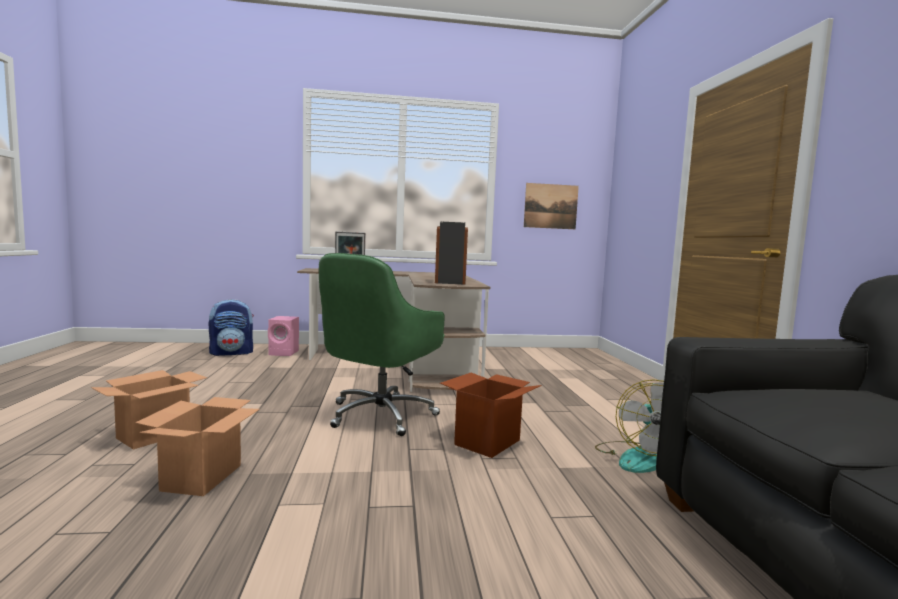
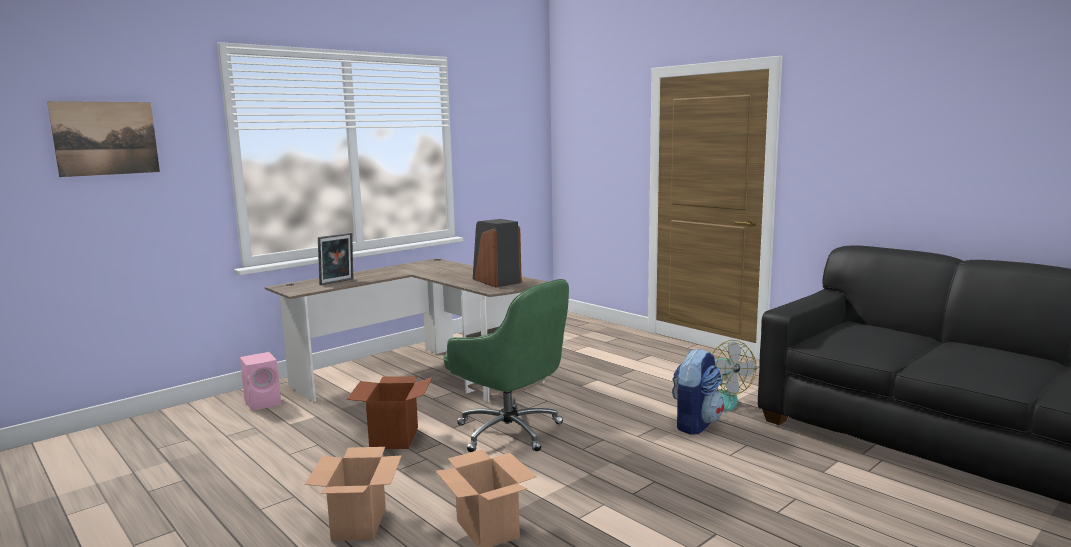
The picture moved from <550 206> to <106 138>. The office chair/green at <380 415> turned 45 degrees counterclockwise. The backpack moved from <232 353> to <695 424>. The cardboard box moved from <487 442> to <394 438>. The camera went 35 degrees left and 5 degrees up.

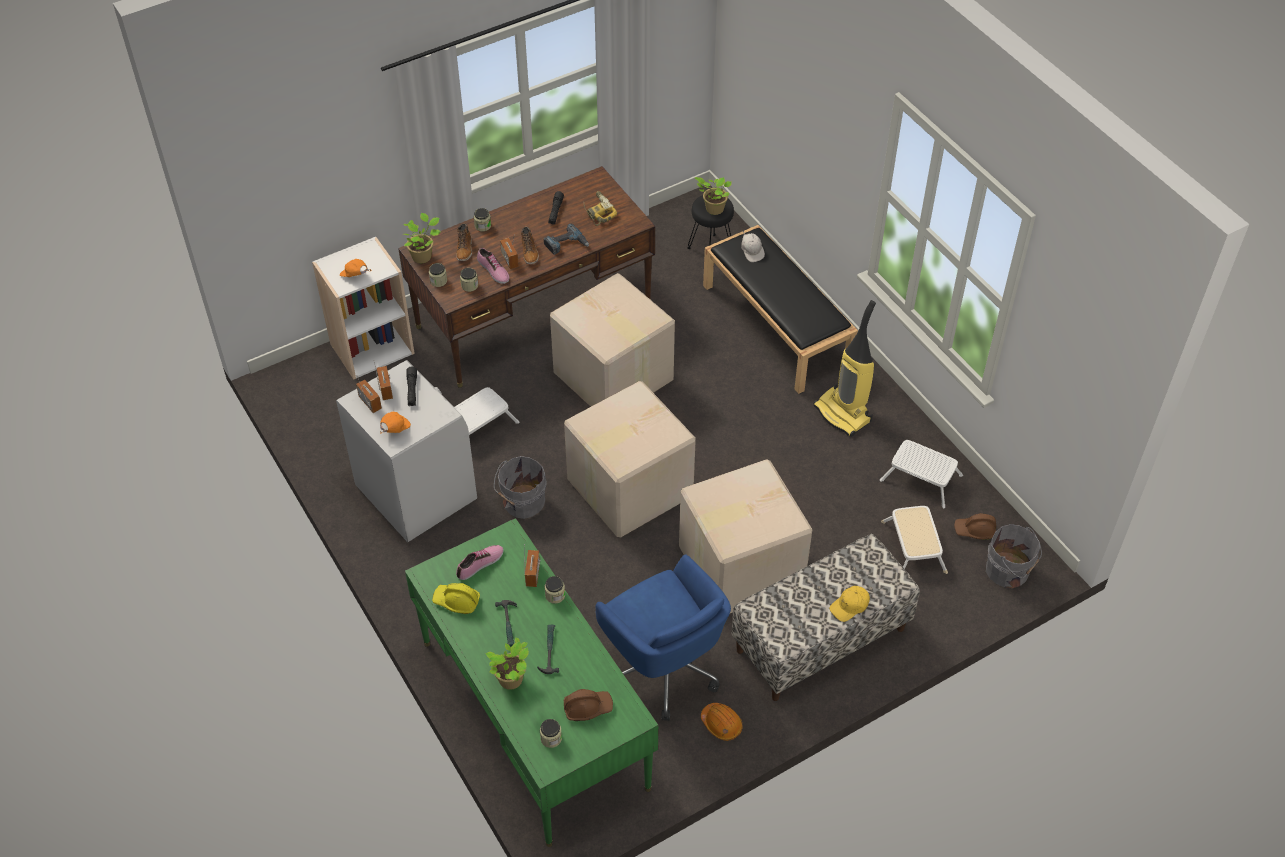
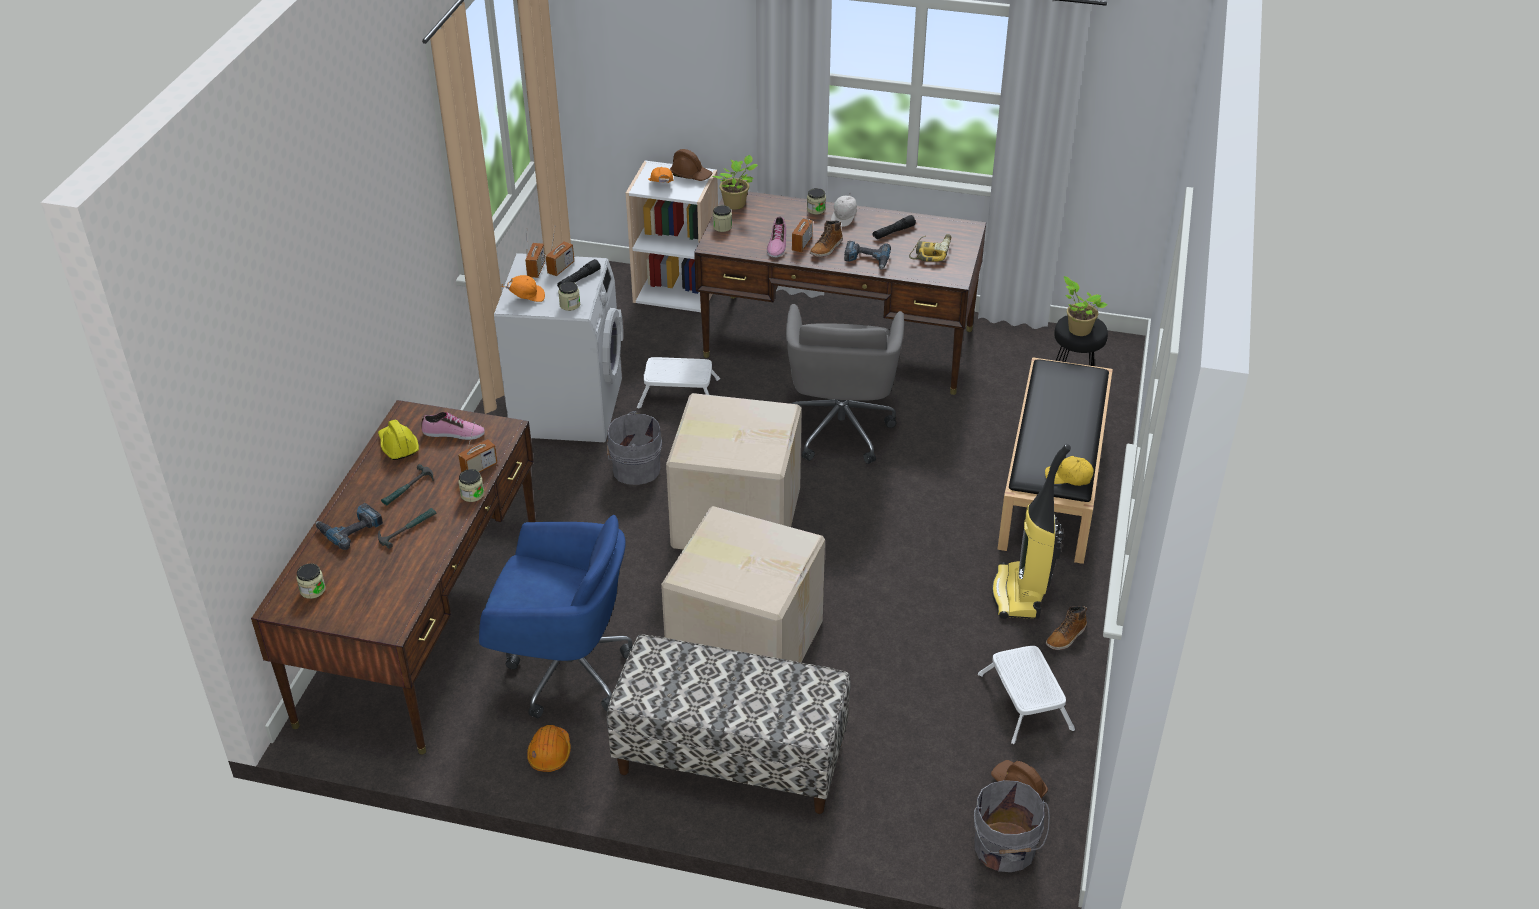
The boot moved from <464 249> to <1066 637>. The cap/white moved from <752 252> to <844 218>. The jar moved from <469 285> to <570 305>. The cardboard box at <613 378> was replaced by the office chair/grey at <840 429>. The step ladder/beige at <914 547> disappeared. The desk/green at <534 714> became the desk/brown at <421 625>. The office chair/blue at <663 670> turned 90 degrees counterclockwise. The cap/yellow moved from <850 606> to <1069 477>. The potted plant at <512 681> was replaced by the power drill at <350 528>. The hard hat/brown moved from <587 707> to <691 175>. The camera went 45 degrees right and 10 degrees down.

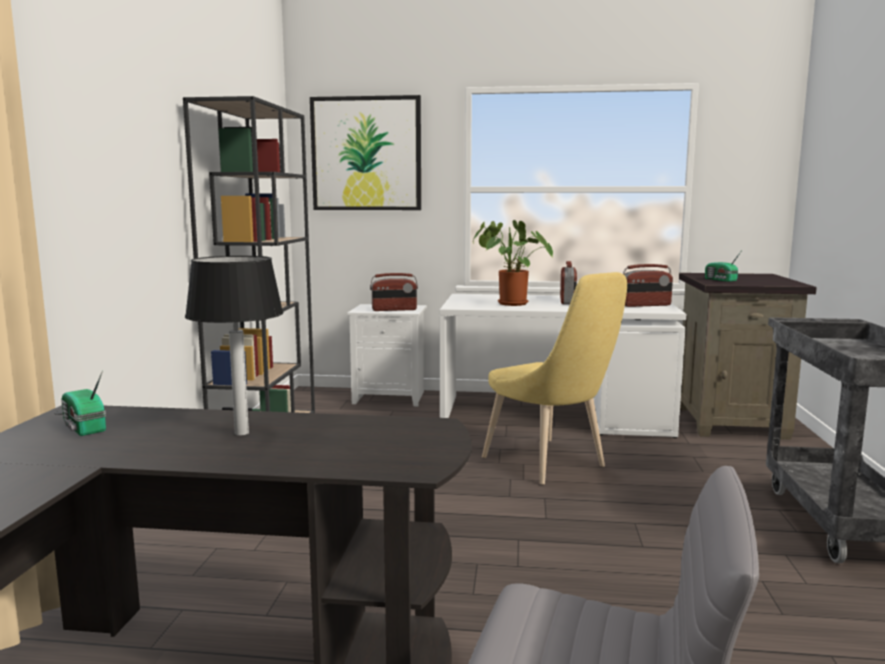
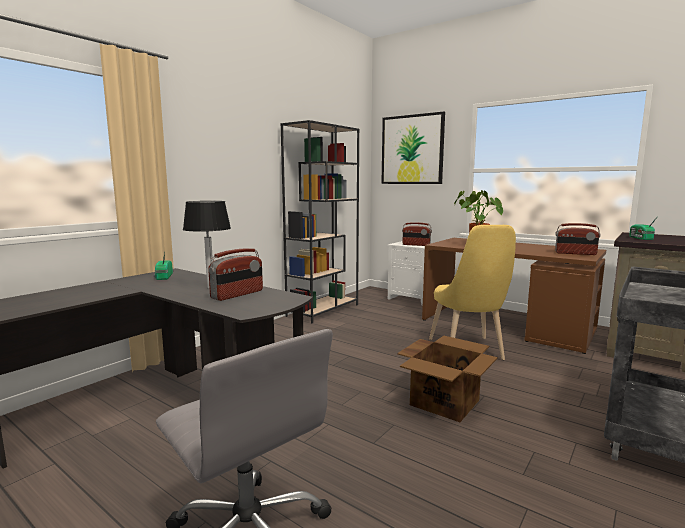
The radio moved from <568 301> to <237 294>. The desk/white at <554 416> became the desk/brown at <506 325>. The cardboard box at <445 402> appeared. The camera went 30 degrees right and 0 degrees up.

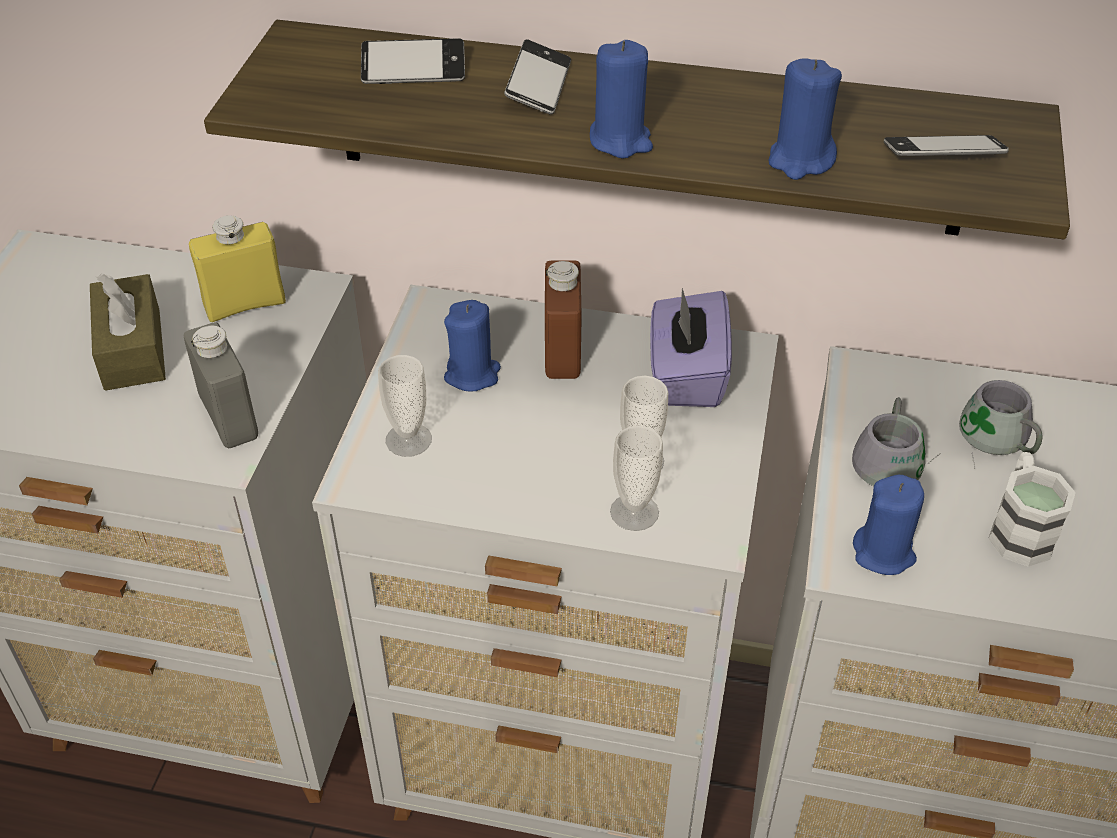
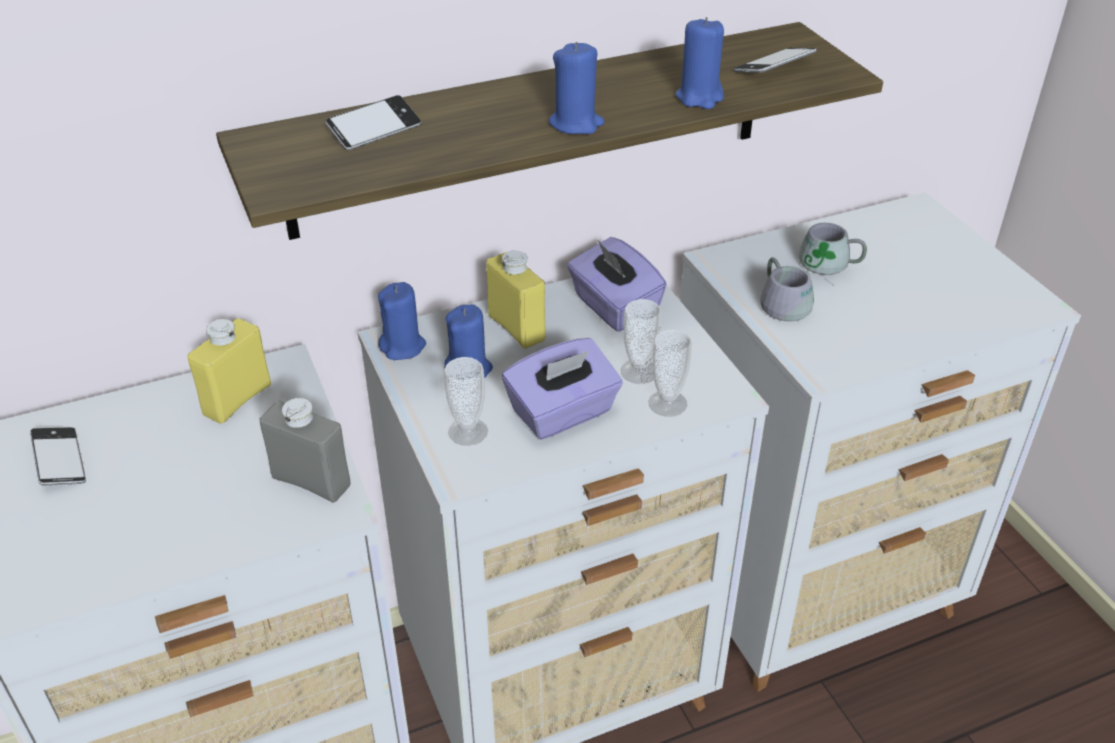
The phone moved from <538 85> to <60 461>. The bottle/brown at <562 351> became the bottle/yellow at <516 328>. The tissue box/brown at <132 349> disappeared. The mug/white at <1018 528> disappeared. The candle/blue moved from <884 553> to <403 347>. The tissue box/purple at <563 413> appeared. The camera went 35 degrees left and 5 degrees down.

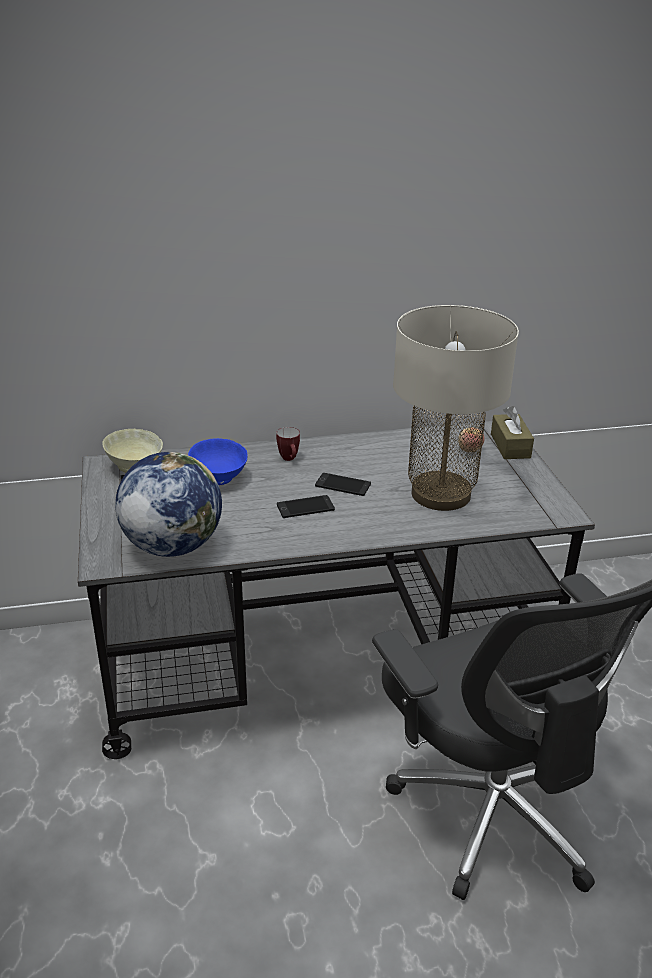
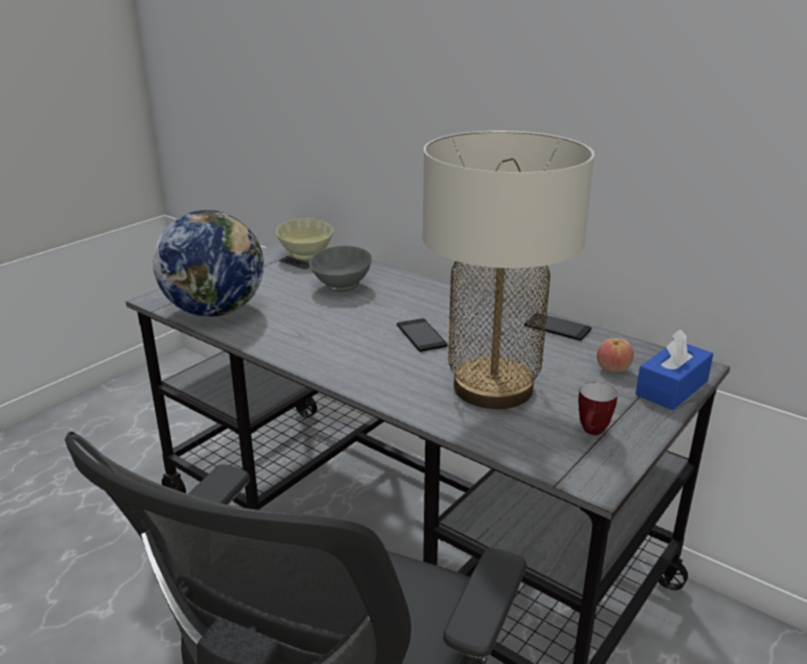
The tissue box/brown at <510 446> became the tissue box/blue at <671 388>. The mug moved from <290 459> to <592 433>. The bowl/blue at <218 479> became the bowl/grey at <340 286>. The phone moved from <305 507> to <557 327>. The camera went 50 degrees right and 5 degrees down.

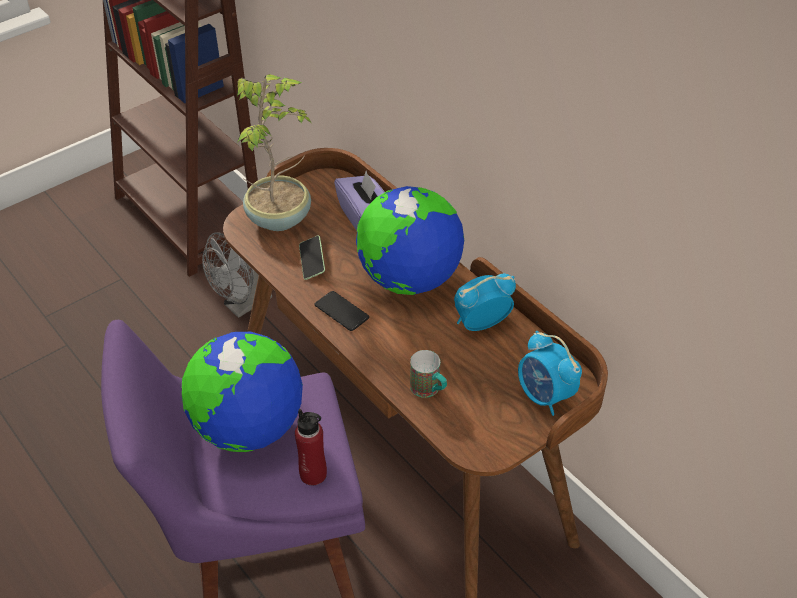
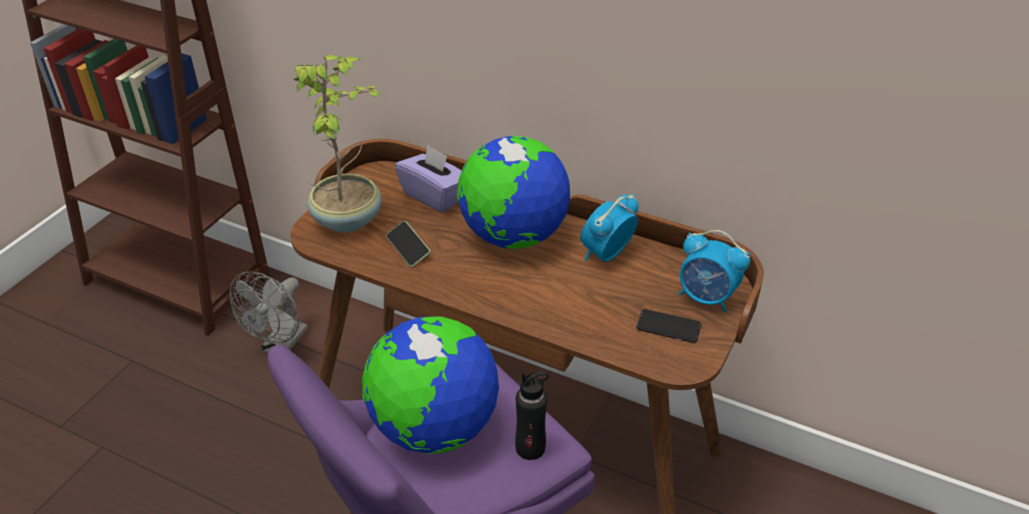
The phone moved from <341 311> to <668 327>. The mug at <429 390> disappeared. The bottle/red at <313 474> became the bottle/black at <530 448>. The camera went 25 degrees left and 5 degrees down.

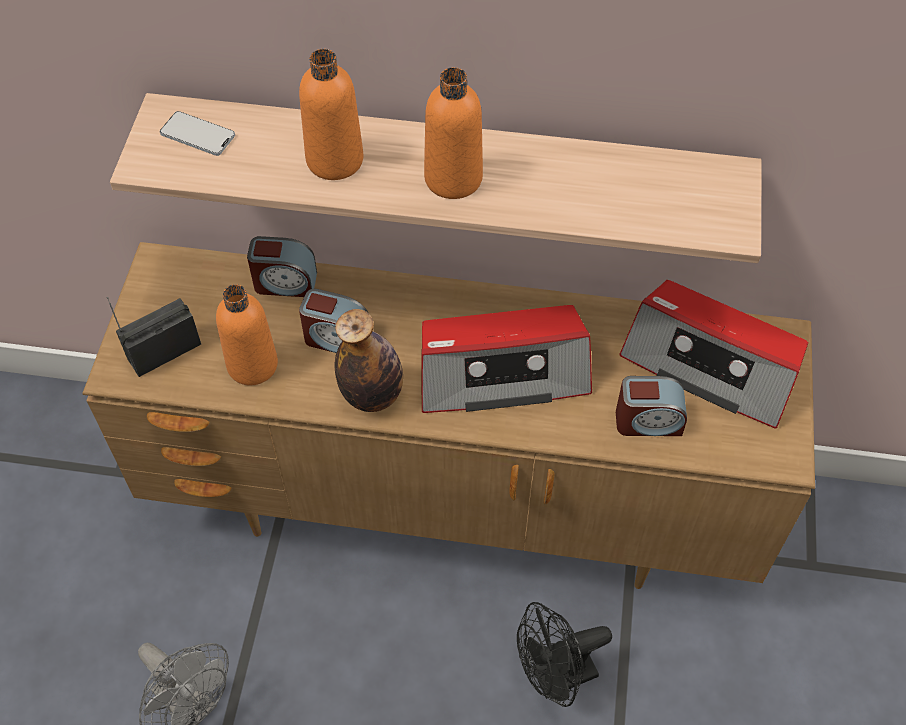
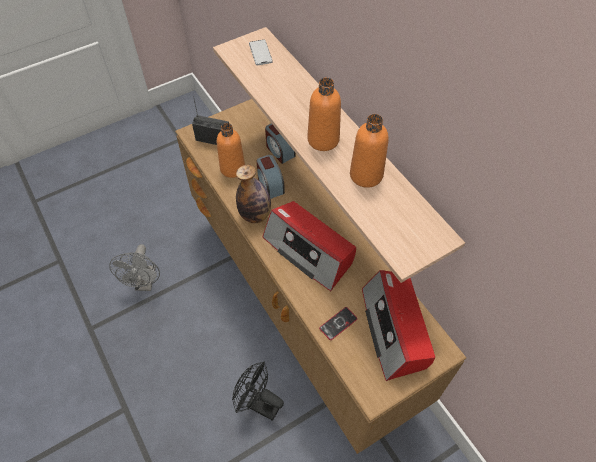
The bottle/orange moved from <335 160> to <366 175>. The alarm clock at <648 421> was replaced by the phone at <338 323>. The camera went 50 degrees right and 0 degrees up.

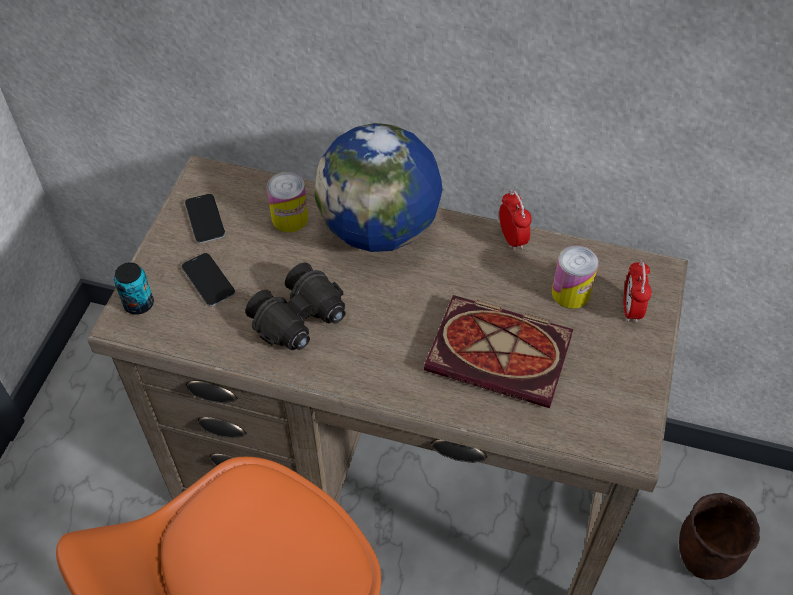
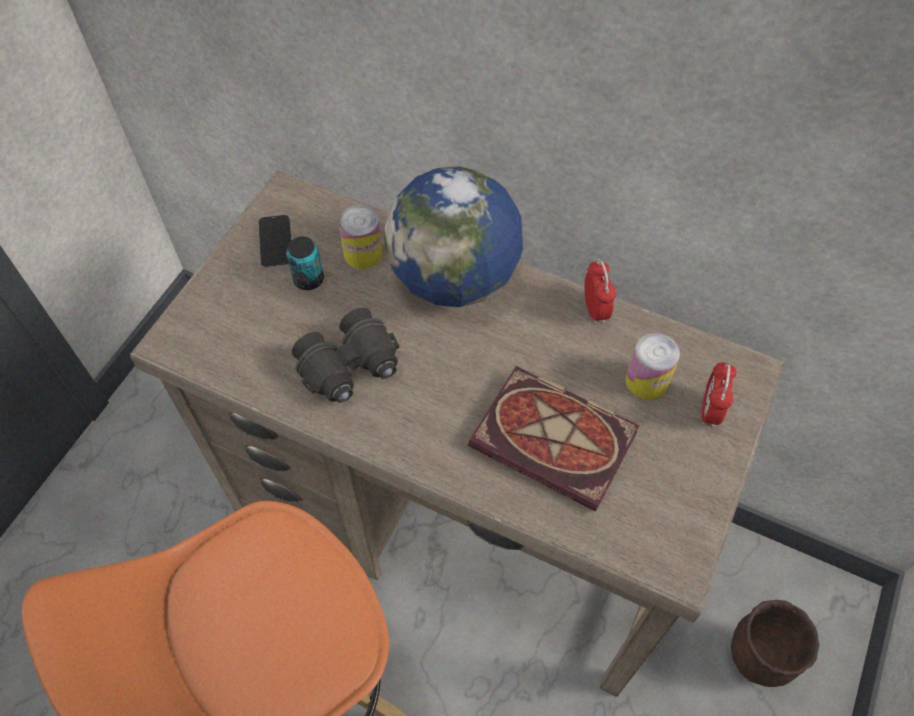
The phone at <208 280> disappeared. The can moved from <139 304> to <308 279>. The camera went 10 degrees right and 5 degrees up.

